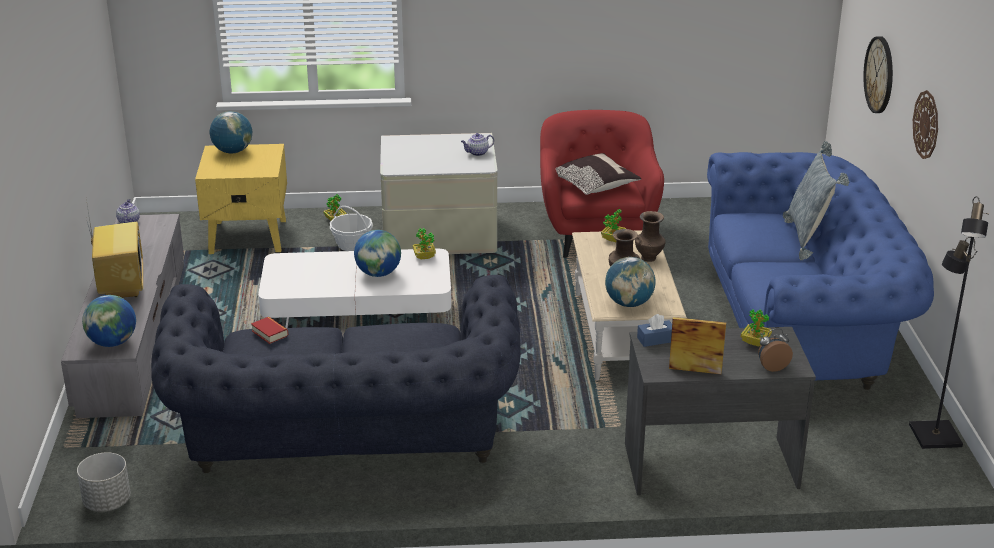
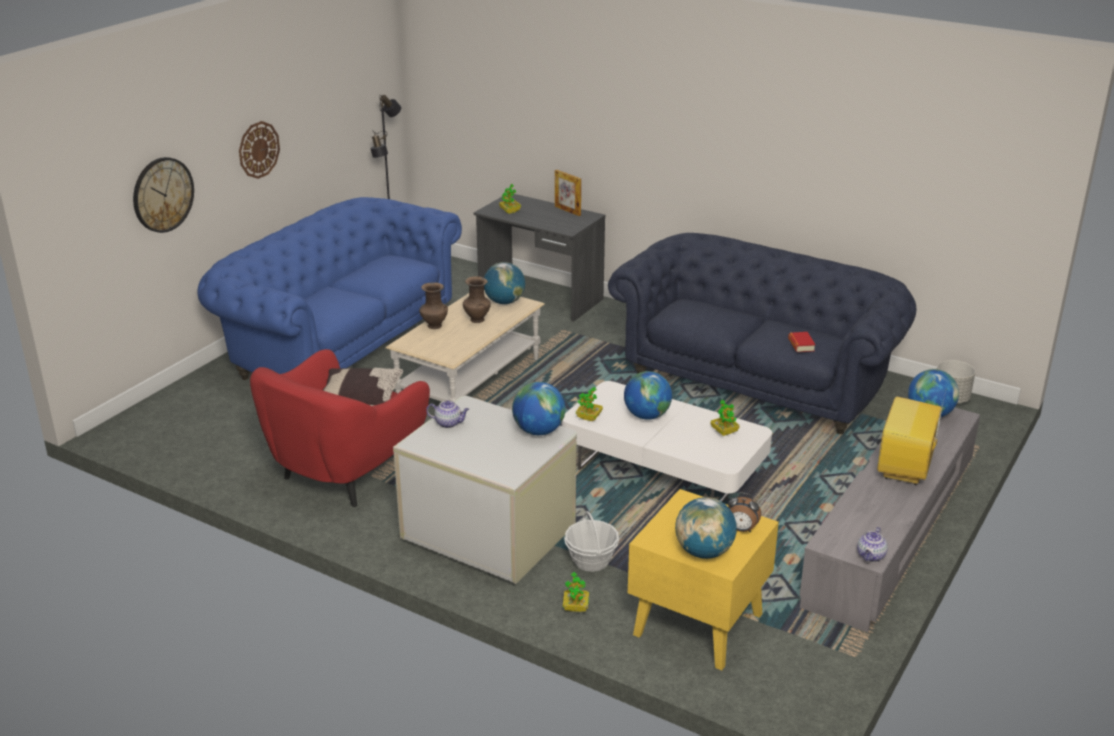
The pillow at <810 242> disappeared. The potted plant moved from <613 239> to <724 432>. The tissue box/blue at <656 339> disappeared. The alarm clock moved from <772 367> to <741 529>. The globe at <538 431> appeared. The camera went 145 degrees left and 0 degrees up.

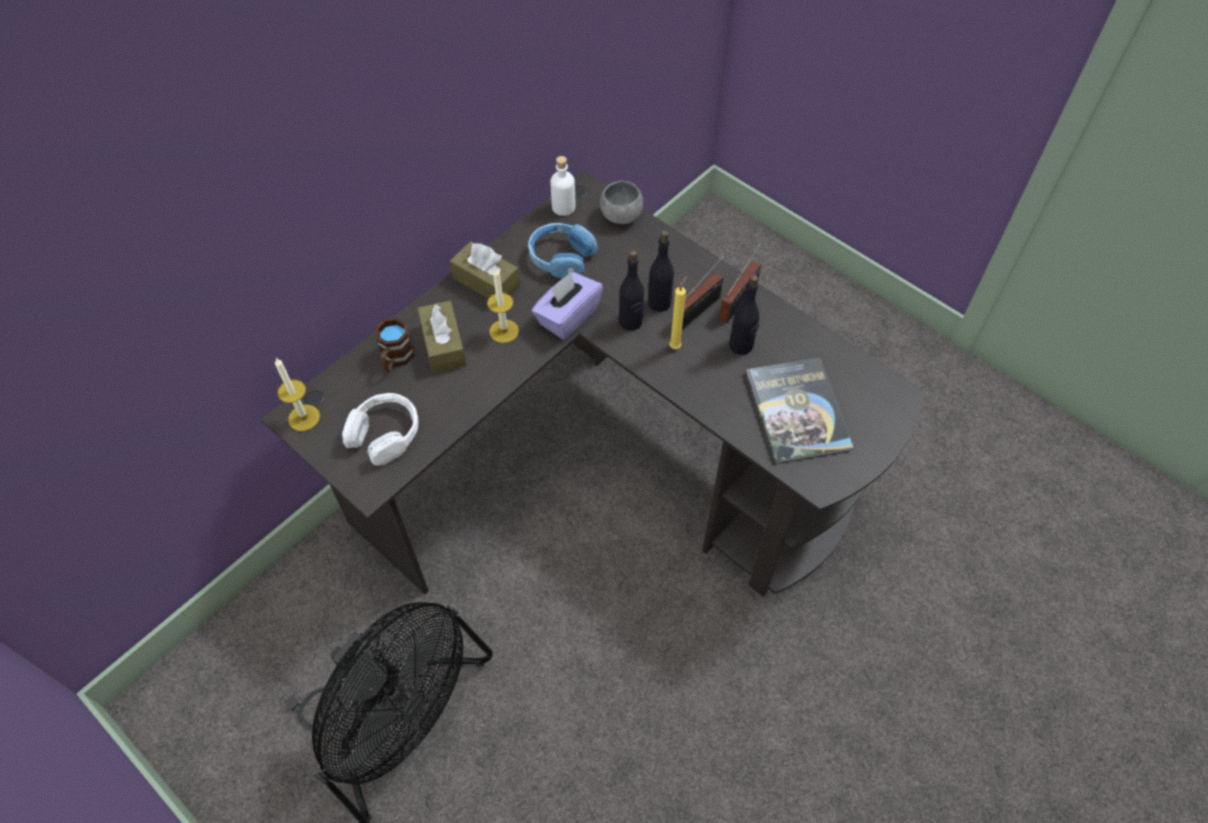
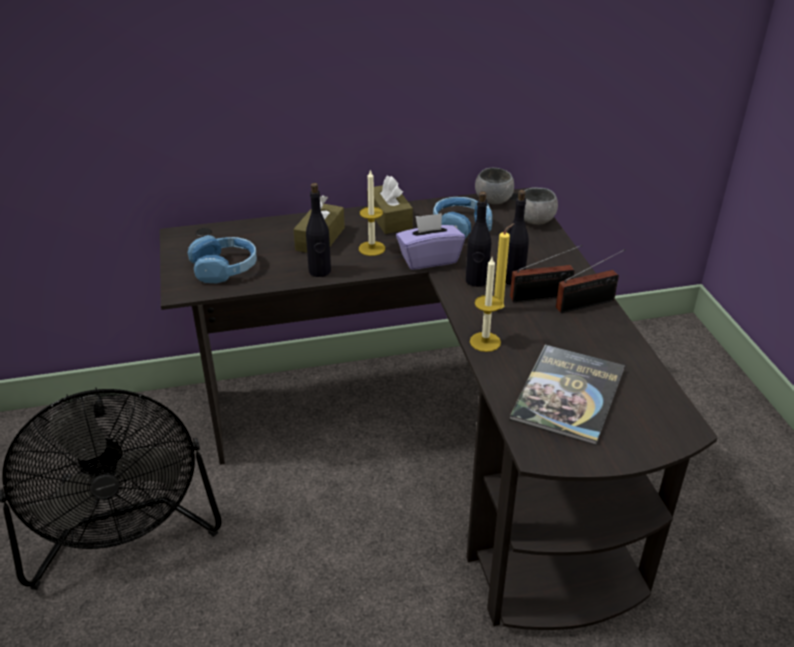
The bottle/white at <563 207> was replaced by the bowl/grey at <493 200>. The bottle/black moved from <741 345> to <320 271>. The mug/brown at <395 359> disappeared. The candle moved from <304 418> to <485 342>. The headphones/white at <385 434> became the headphones/blue at <225 268>. The camera went 35 degrees right and 20 degrees down.

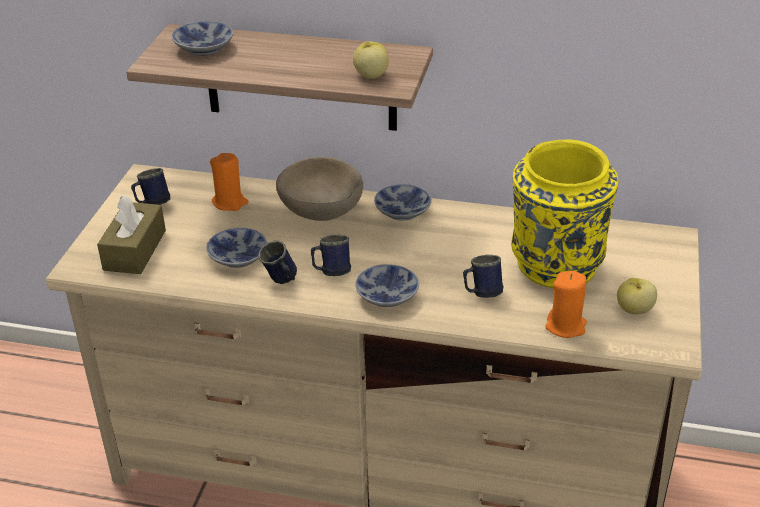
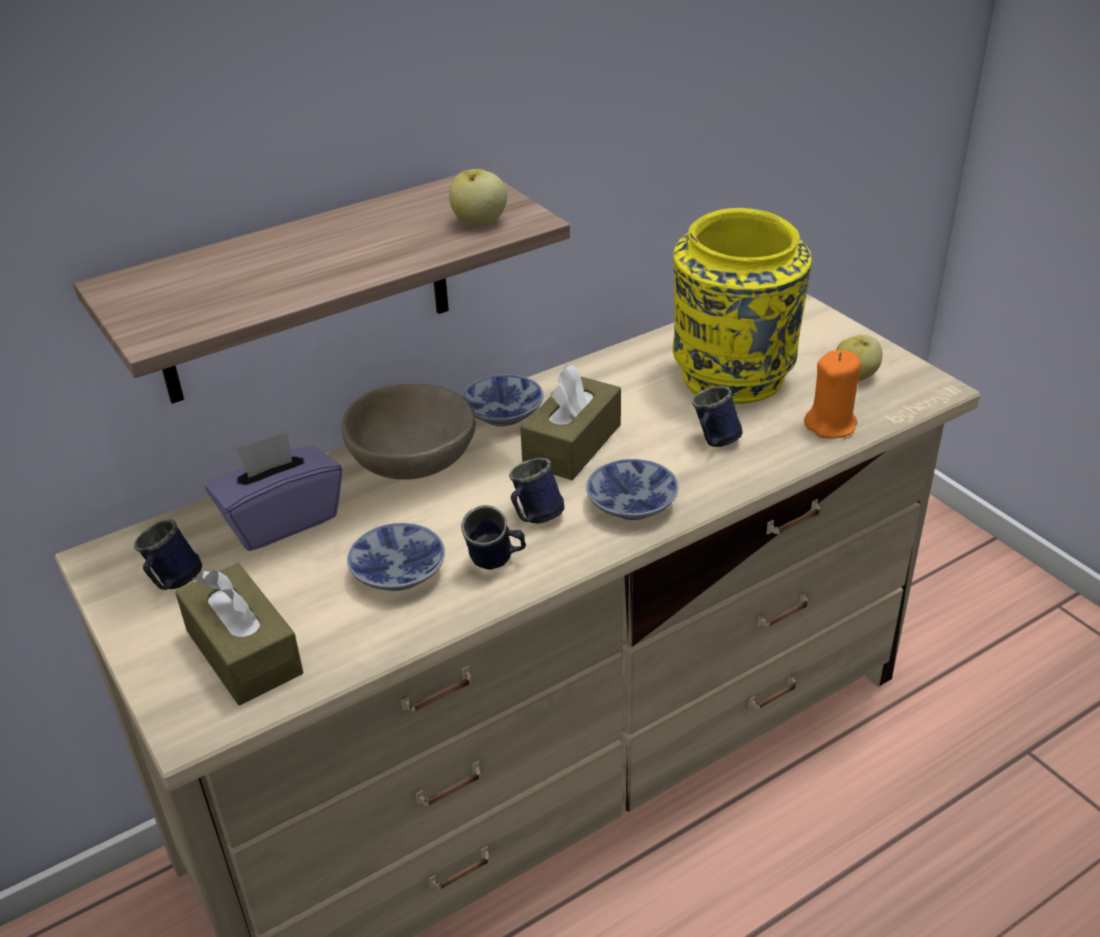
The bowl at <202 48> disappeared. The candle/orange at <230 202> was replaced by the tissue box/purple at <281 520>. The tissue box/brown at <572 444> appeared. The camera went 45 degrees left and 0 degrees up.

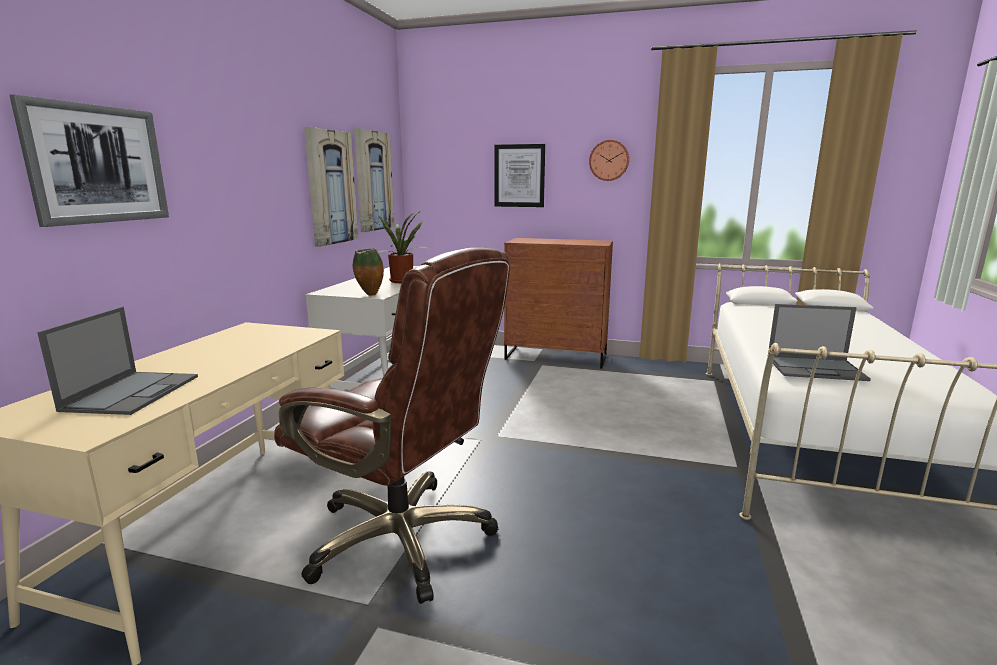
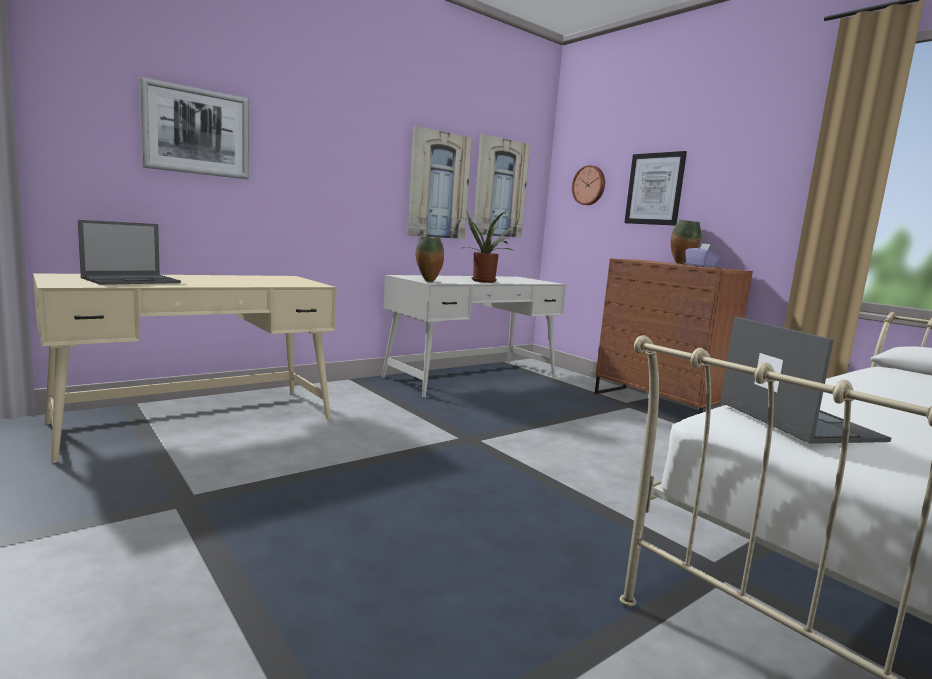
The wall clock moved from <609 160> to <589 185>. The office chair/brown at <400 538> disappeared. The laptop at <816 368> turned 150 degrees counterclockwise. The vase at <681 263> appeared. The tissue box/purple at <700 266> appeared. The camera went 35 degrees right and 5 degrees down.

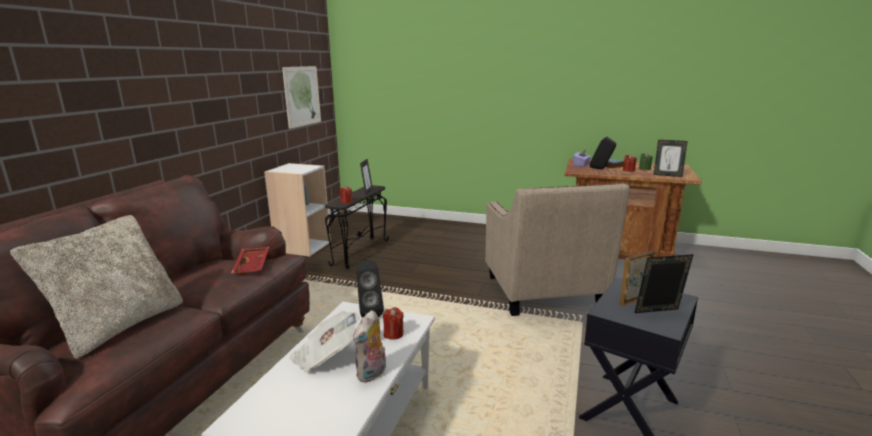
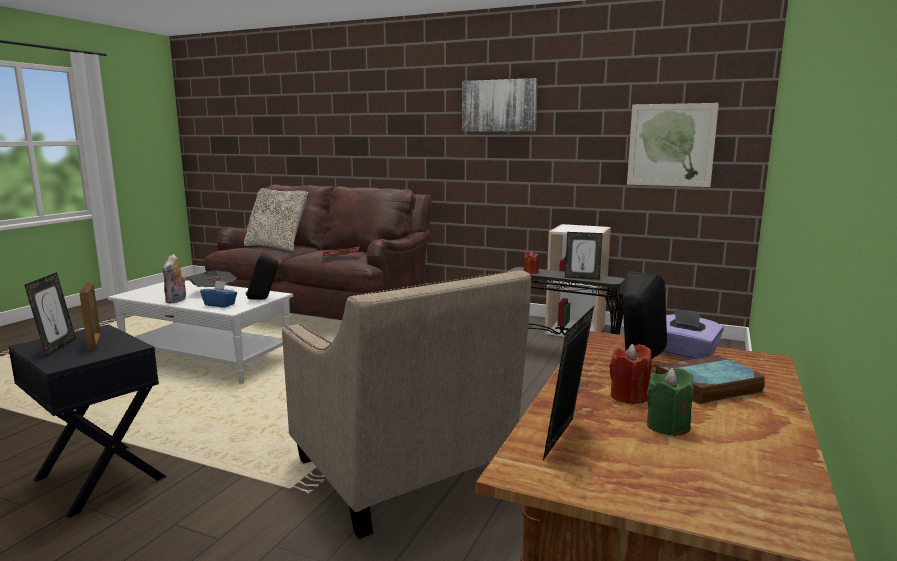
The armchair/beige at <543 292> turned 120 degrees counterclockwise. The candle/red at <393 334> was replaced by the tissue box/blue at <220 304>. The plush toy at <372 374> turned 120 degrees counterclockwise. The picture at <499 106> appeared. The camera went 95 degrees right and 5 degrees down.

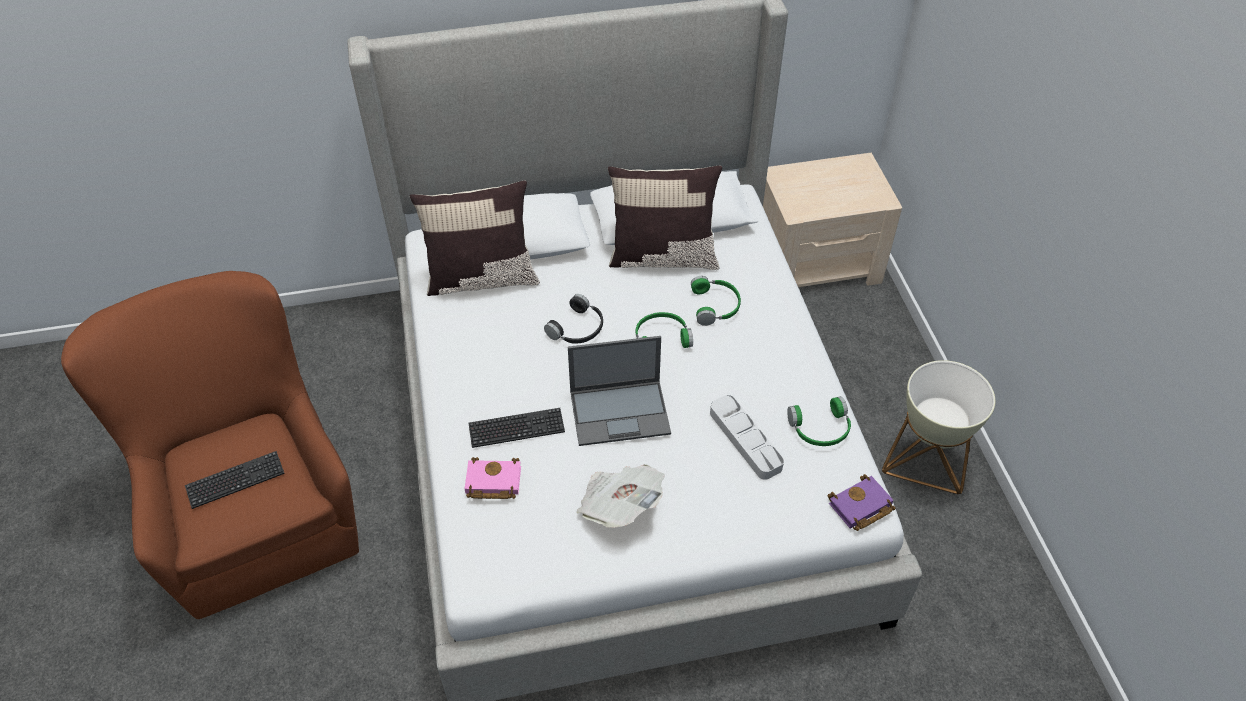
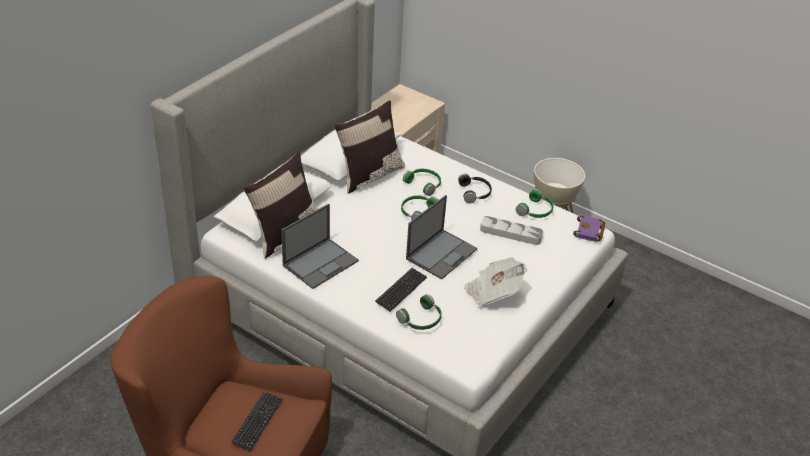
The headphones/black moved from <578 329> to <475 192>. The book/pink at <491 483> was replaced by the headphones/green at <421 320>. The laptop at <321 263> appeared. The camera went 45 degrees left and 10 degrees down.

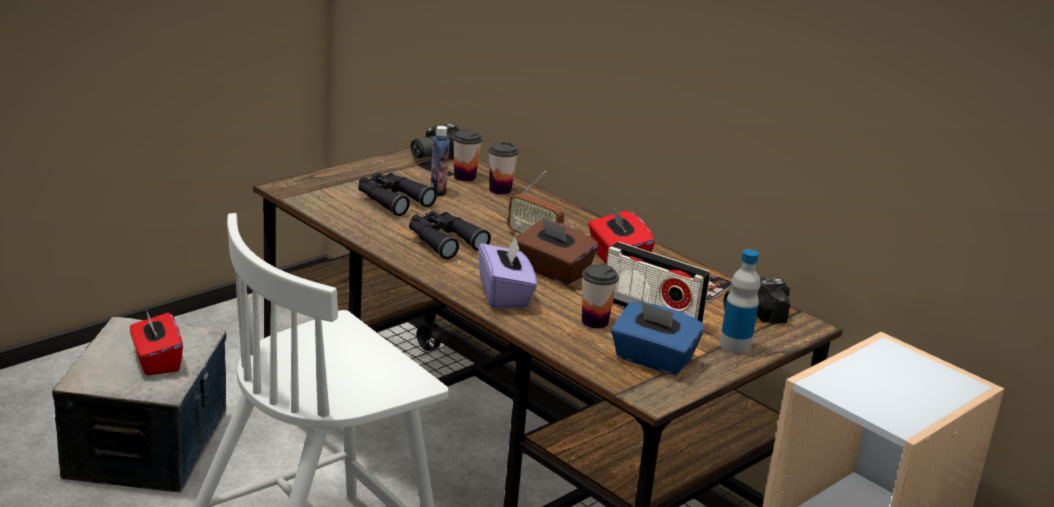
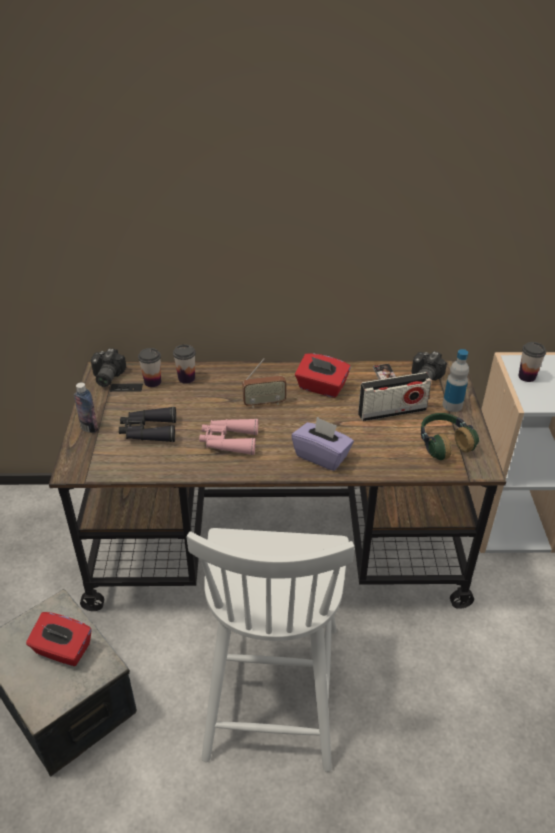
The bottle moved from <438 191> to <89 428>. The binoculars/black at <443 241> became the binoculars/pink at <229 441>. The tissue box/brown at <553 272> disappeared. The cup moved from <595 322> to <527 376>. The tissue box/blue at <652 360> was replaced by the headphones at <443 443>. The camera went 45 degrees left and 15 degrees up.

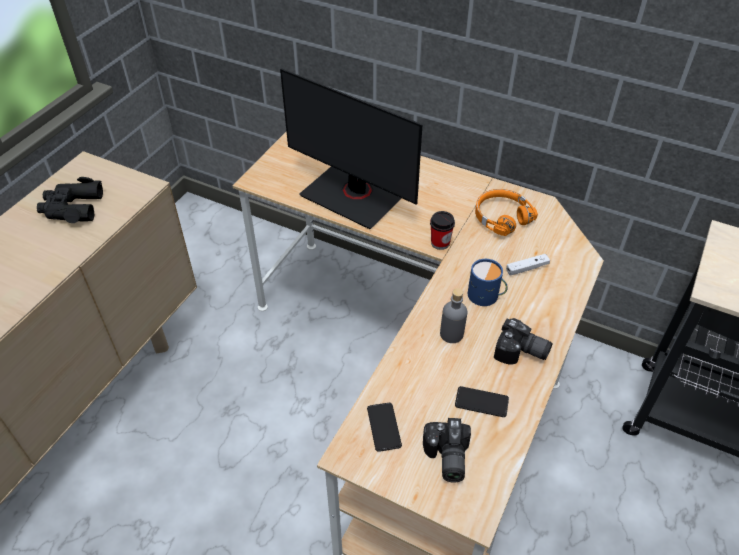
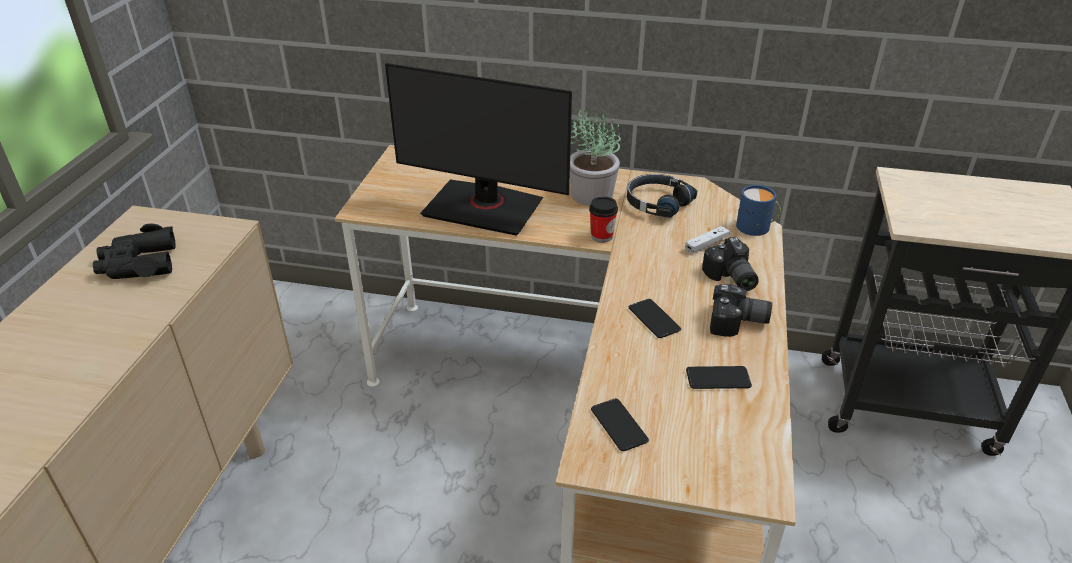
The headphones/orange at <501 217> became the headphones/black at <657 203>. The mug/blue moved from <486 296> to <756 227>. The bottle/grey at <451 334> was replaced by the phone at <654 319>. The photo camera moved from <445 458> to <730 278>. The potted plant at <591 195> appeared. The camera went 15 degrees left and 10 degrees down.

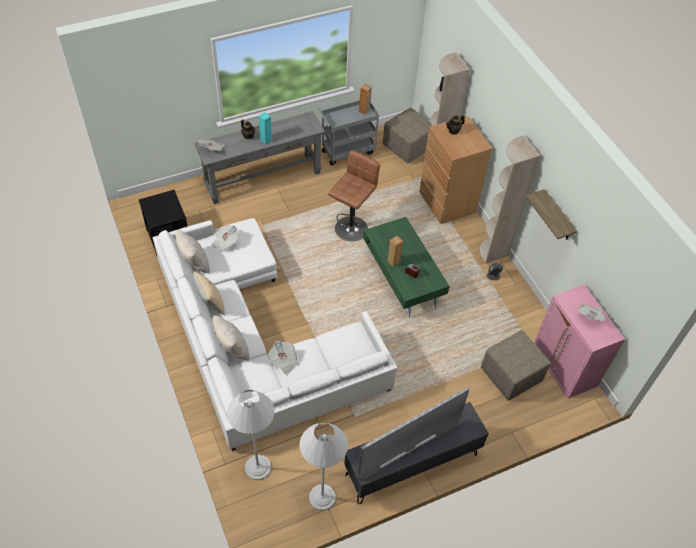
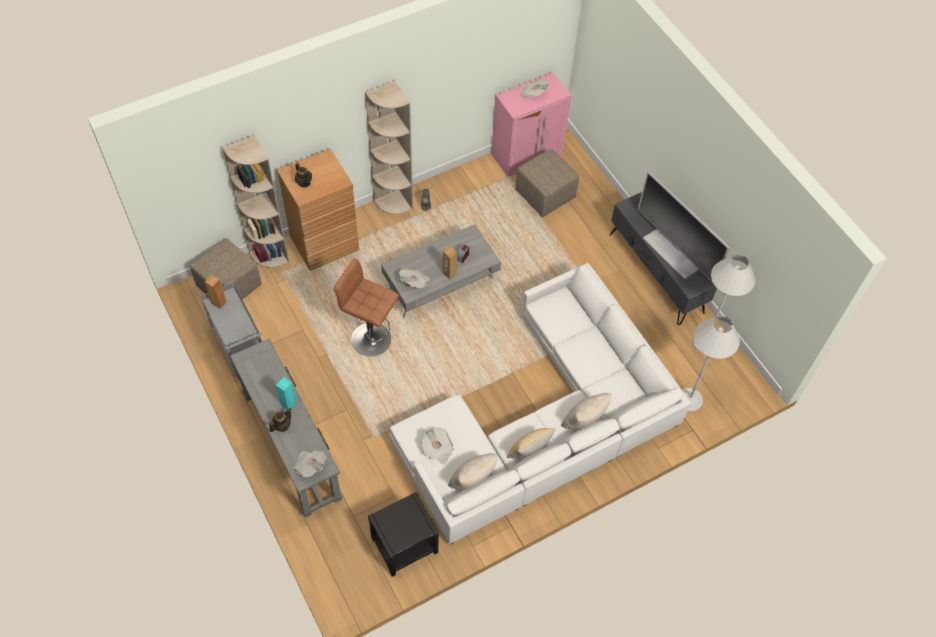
The shelf at <558 217> disappeared. The coffee table/green at <401 280> became the coffee table/grey at <441 287>. The newspaper moved from <284 361> to <415 282>. The camera went 95 degrees left and 5 degrees up.

